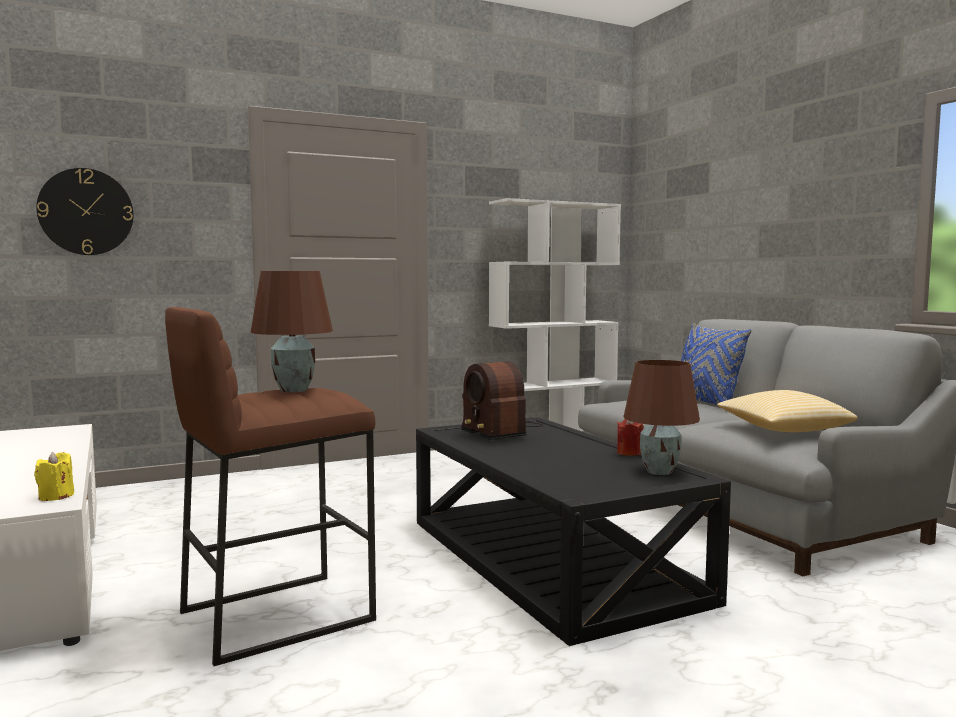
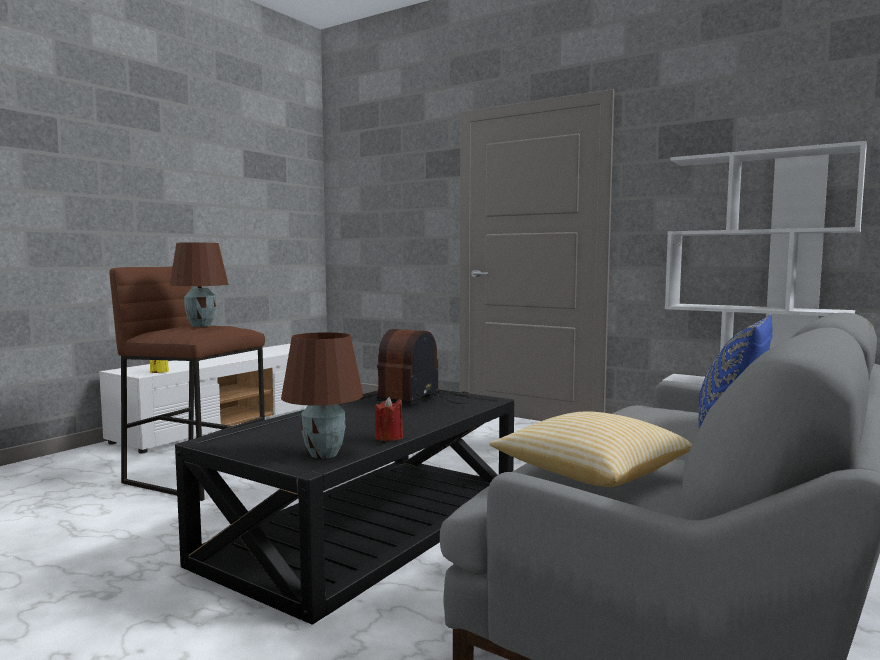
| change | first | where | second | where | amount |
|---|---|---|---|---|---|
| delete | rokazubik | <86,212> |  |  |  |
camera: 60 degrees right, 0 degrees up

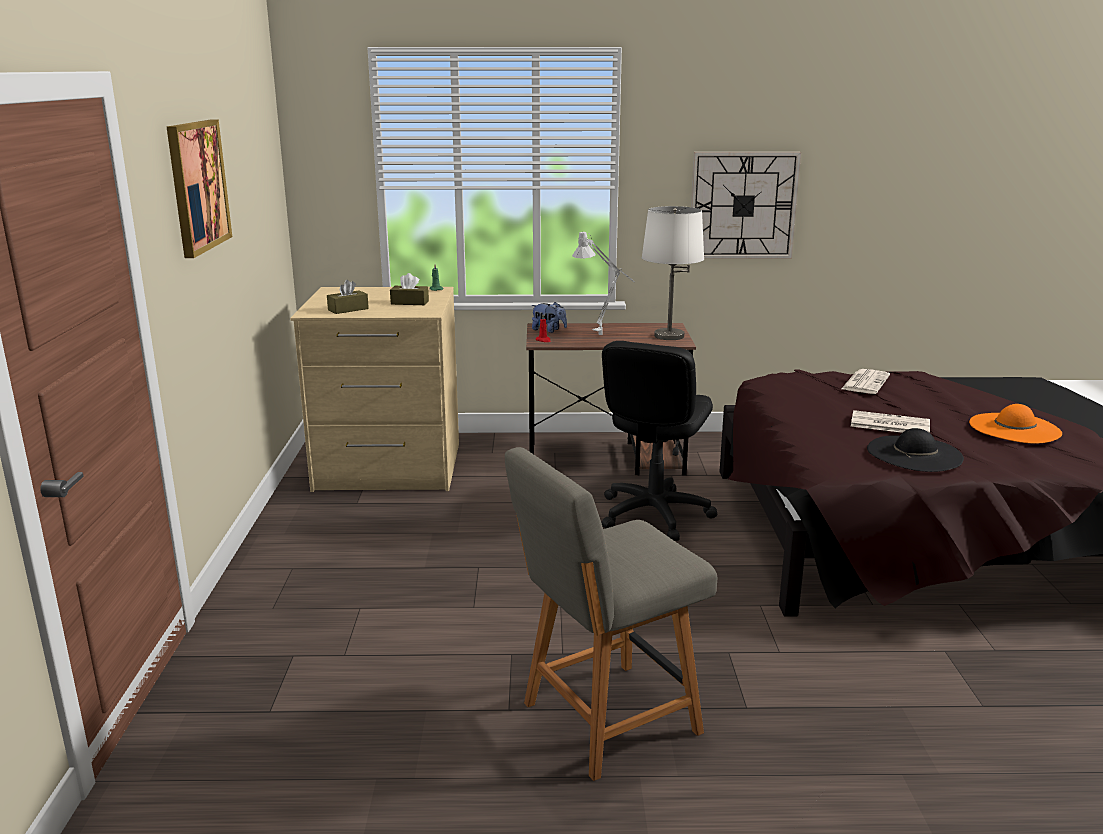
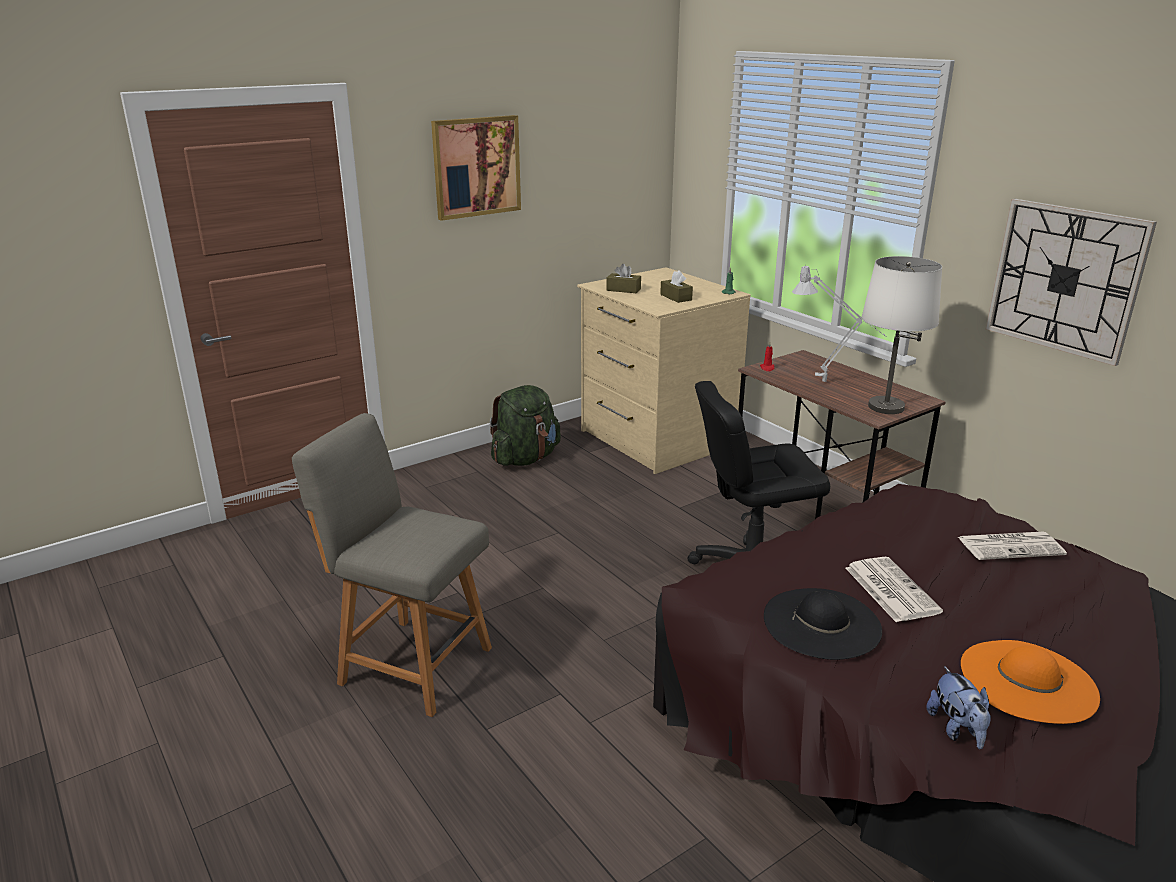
| change | first | where | second | where | amount |
|---|---|---|---|---|---|
| move | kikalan | <549,330> |  | <956,729> |  |
| insert |  |  | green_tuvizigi | <525,458> |  |
camera: 55 degrees right, 5 degrees up

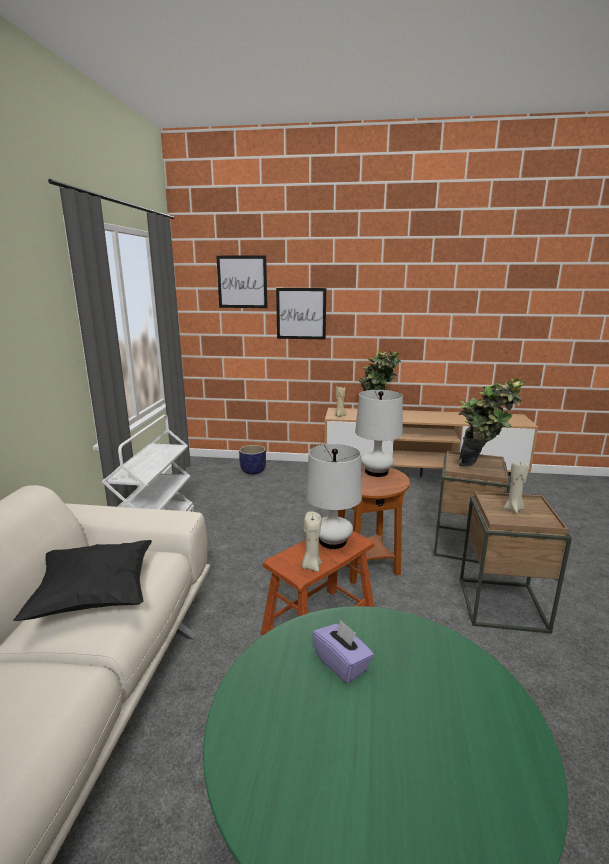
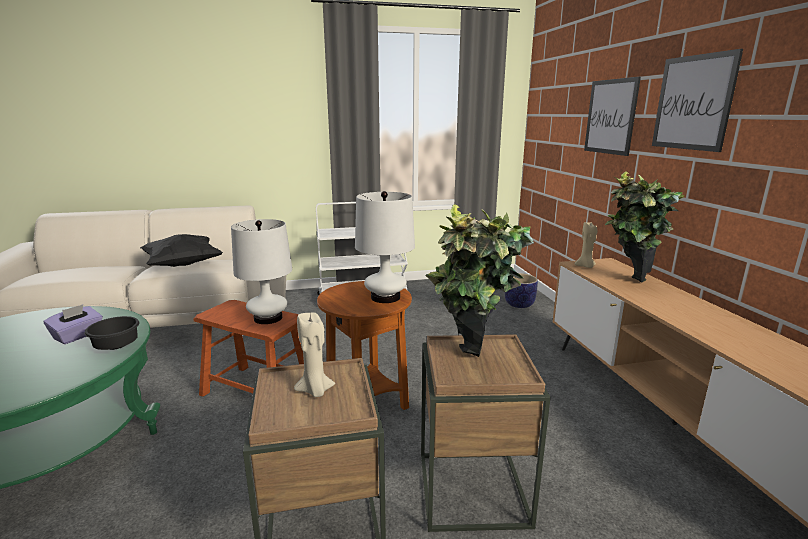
| change | first | where | second | where | amount |
|---|---|---|---|---|---|
| move | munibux | <242,282> |  | <693,103> |  |
| delete | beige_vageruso | <311,566> |  |  |  |
| insert |  |  | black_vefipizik | <118,346> |  |
camera: 70 degrees right, 0 degrees up

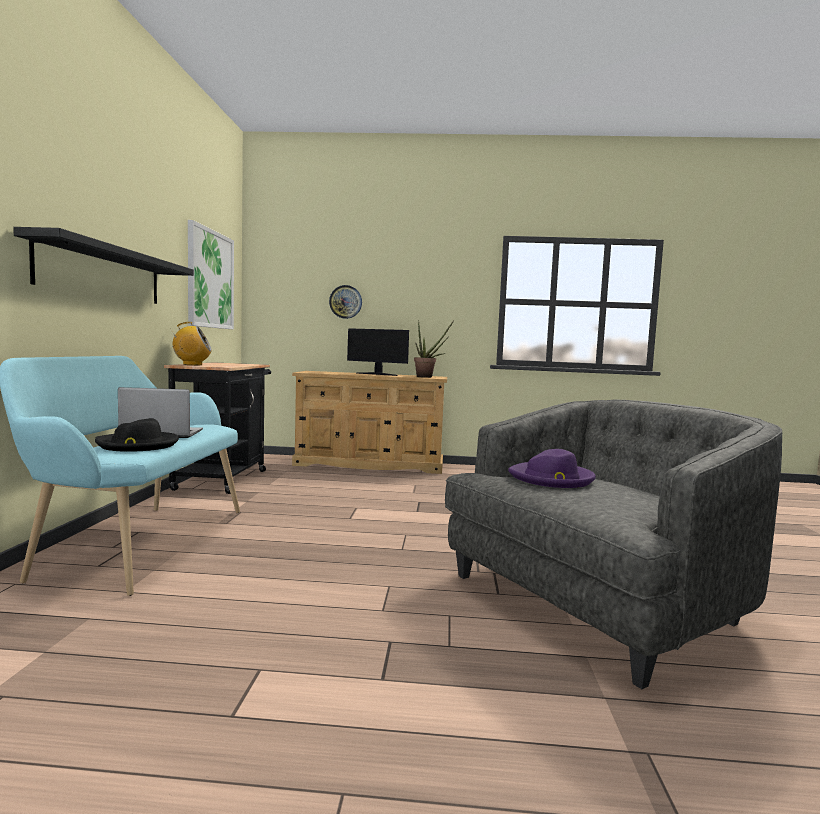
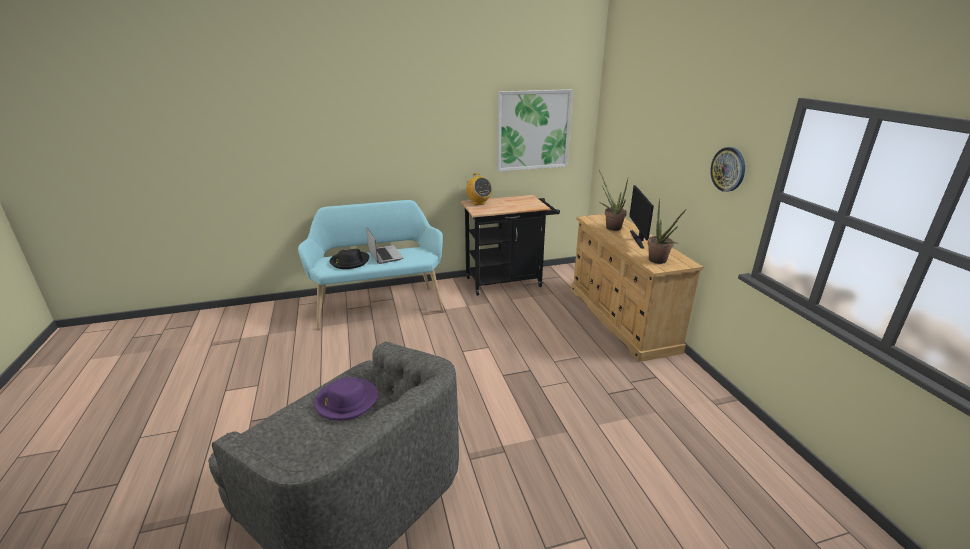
| change | first | where | second | where | amount |
|---|---|---|---|---|---|
| delete | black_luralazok | <103,273> |  |  |  |
| move | rokazubik | <345,302> |  | <728,169> |  |
| insert |  |  | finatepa | <610,227> |  |
camera: 70 degrees right, 20 degrees up

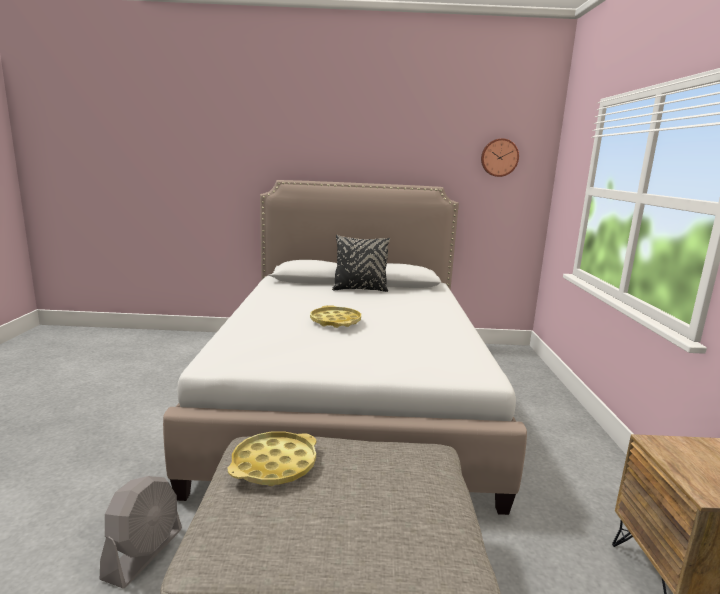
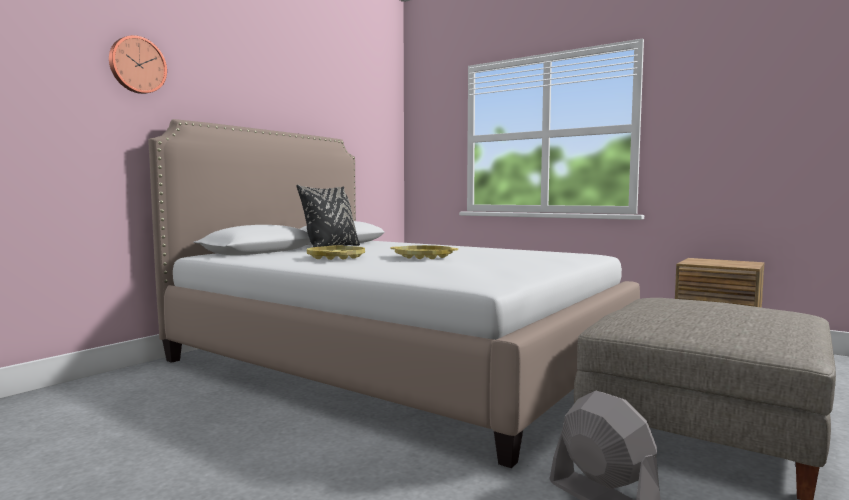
| change | first | where | second | where | amount |
|---|---|---|---|---|---|
| move | rokazubik | <499,157> |  | <137,65> |  |
| move | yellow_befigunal | <274,464> |  | <336,257> |  |
camera: 55 degrees left, 10 degrees down

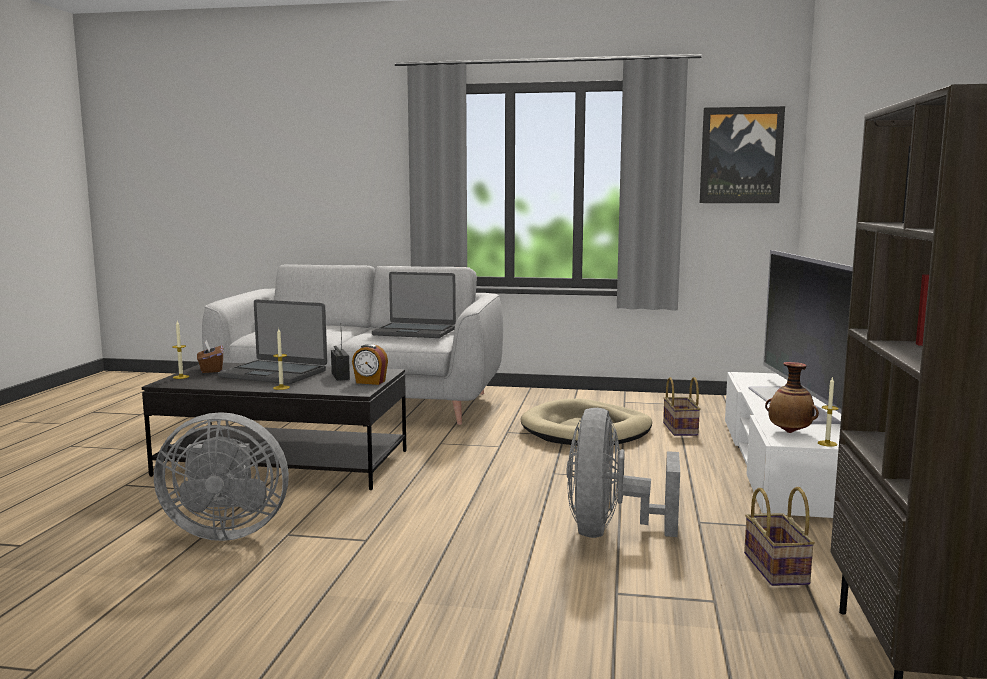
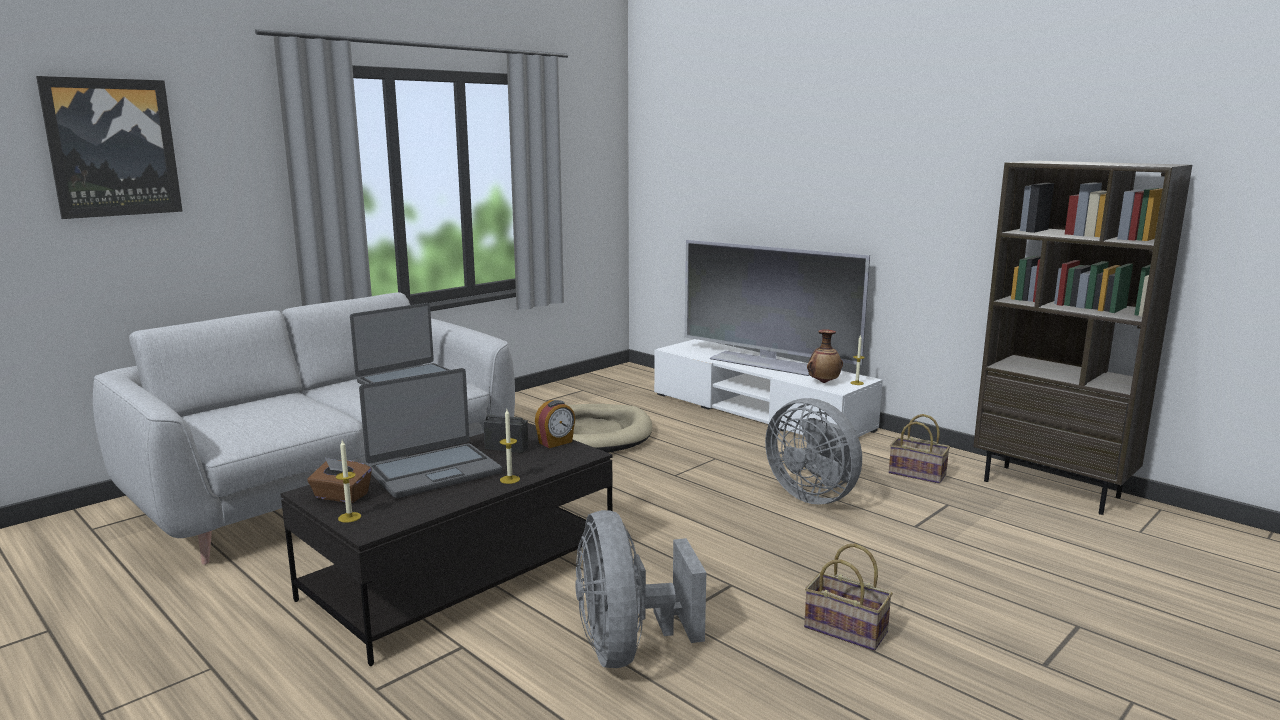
| change | first | where | second | where | amount |
|---|---|---|---|---|---|
| move | munibux | <741,155> |  | <112,148> |  |
| move | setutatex | <681,429> |  | <848,629> |  |
| rotate | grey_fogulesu | <225,531> |  | <627,648> | 135 degrees clockwise |
camera: 55 degrees left, 5 degrees up

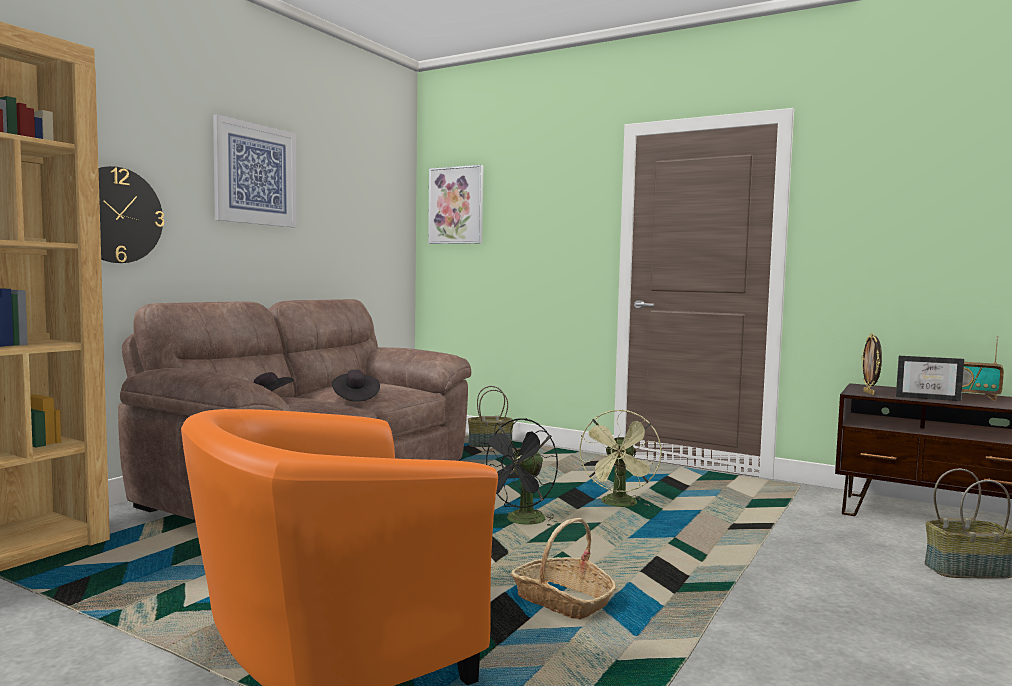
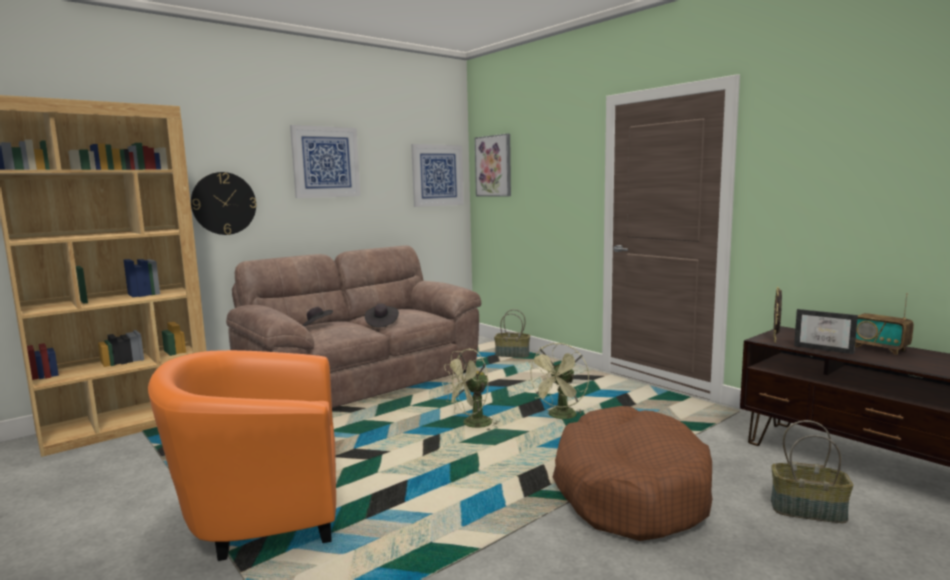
| change | first | where | second | where | amount |
|---|---|---|---|---|---|
| recolor | black_fogulesu | <522,522> | green_fogulesu | <472,425> |  |
| delete | setutatex | <562,601> |  |  |  |
| insert |  |  | munibux | <437,175> |  |
| insert |  |  | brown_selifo | <629,490> |  |
camera: 20 degrees right, 5 degrees up

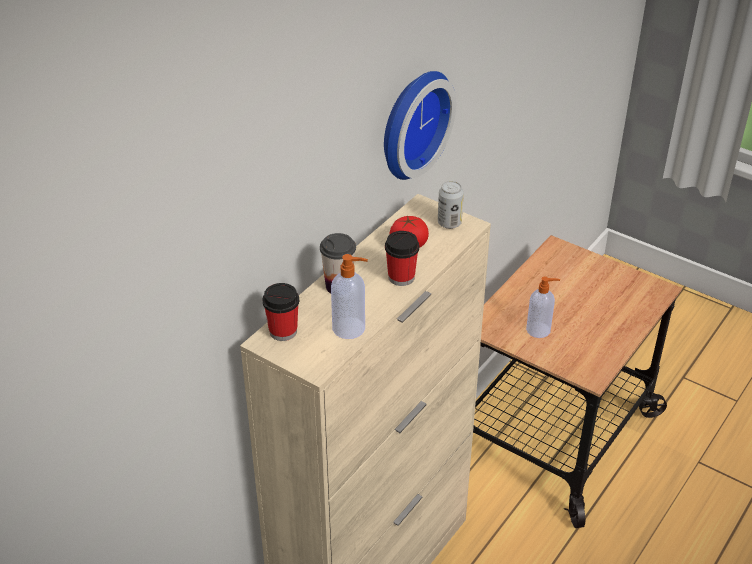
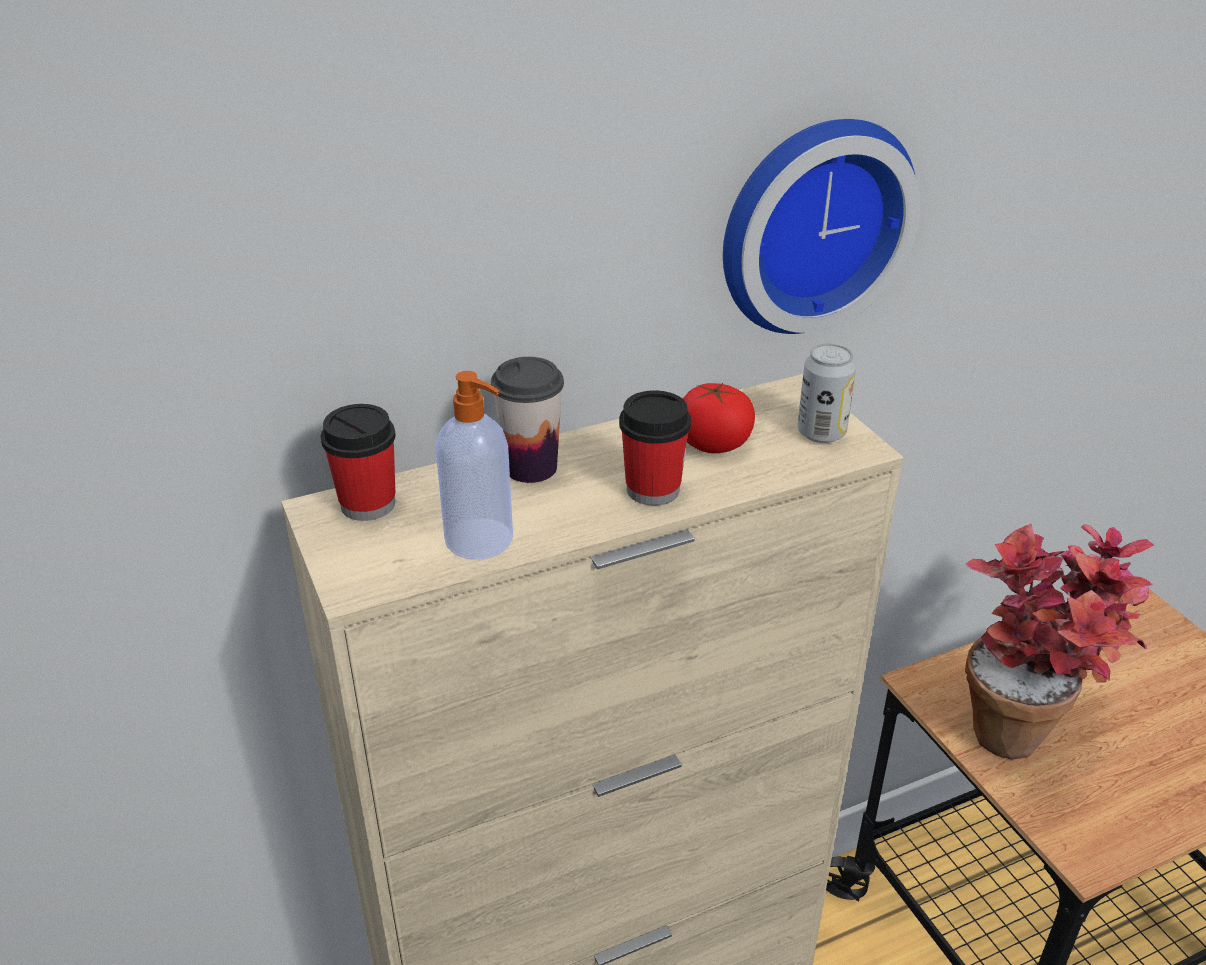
| change | first | where | second | where | amount |
|---|---|---|---|---|---|
| replace | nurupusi | <539,330> | finatepa | <1027,730> |  |
camera: 30 degrees right, 5 degrees down

